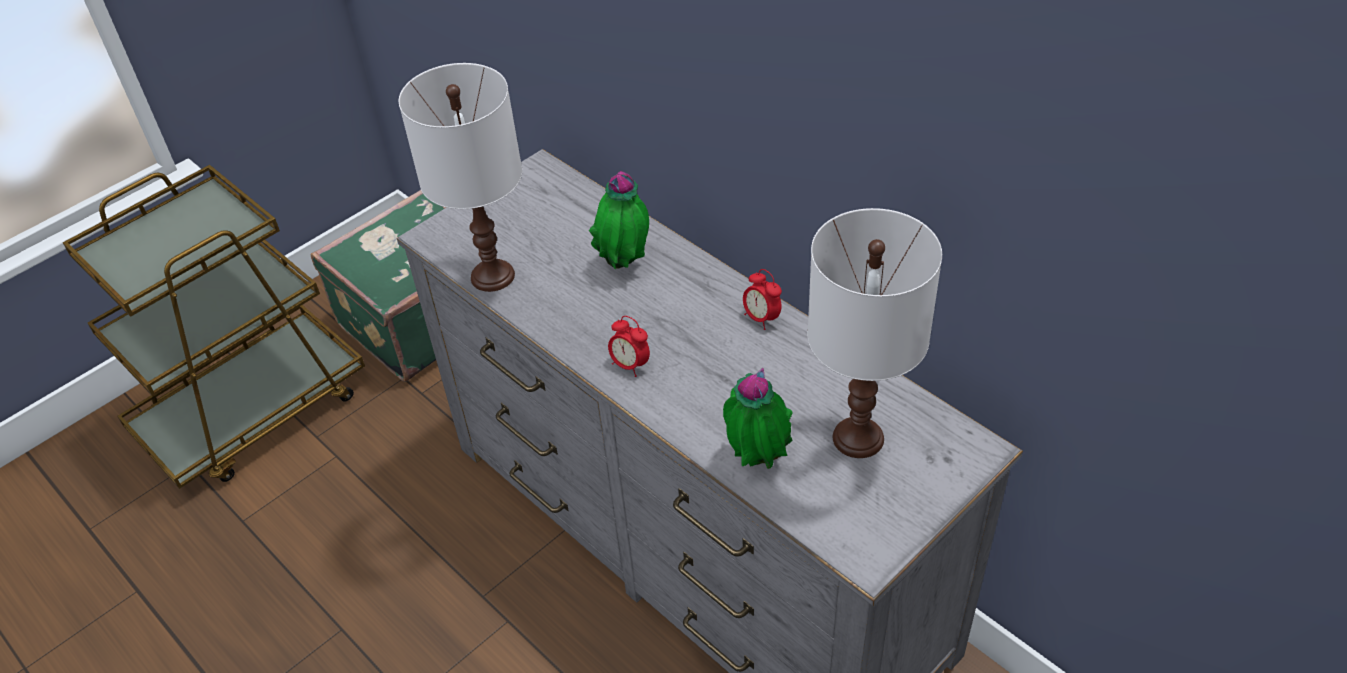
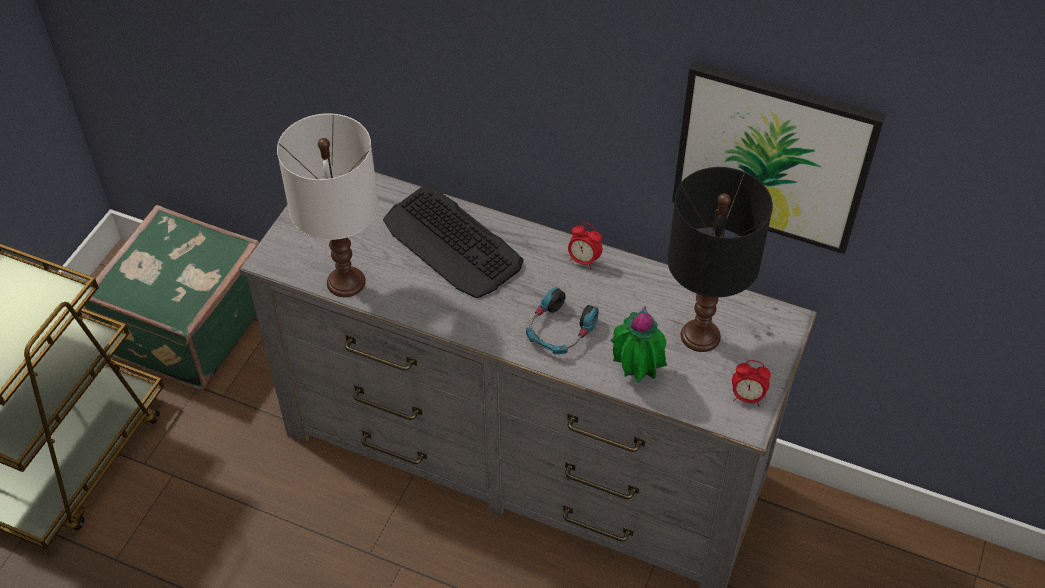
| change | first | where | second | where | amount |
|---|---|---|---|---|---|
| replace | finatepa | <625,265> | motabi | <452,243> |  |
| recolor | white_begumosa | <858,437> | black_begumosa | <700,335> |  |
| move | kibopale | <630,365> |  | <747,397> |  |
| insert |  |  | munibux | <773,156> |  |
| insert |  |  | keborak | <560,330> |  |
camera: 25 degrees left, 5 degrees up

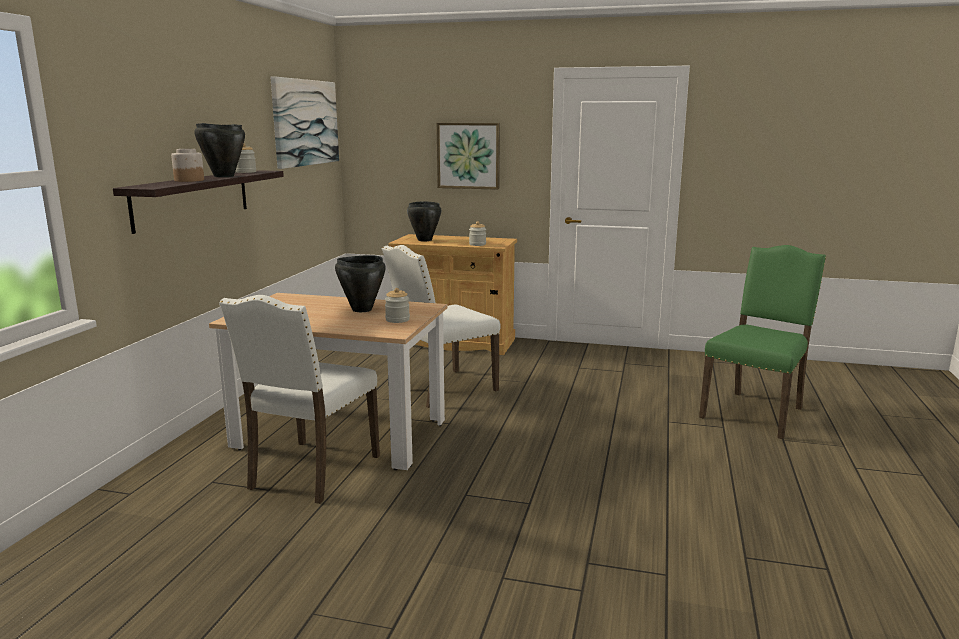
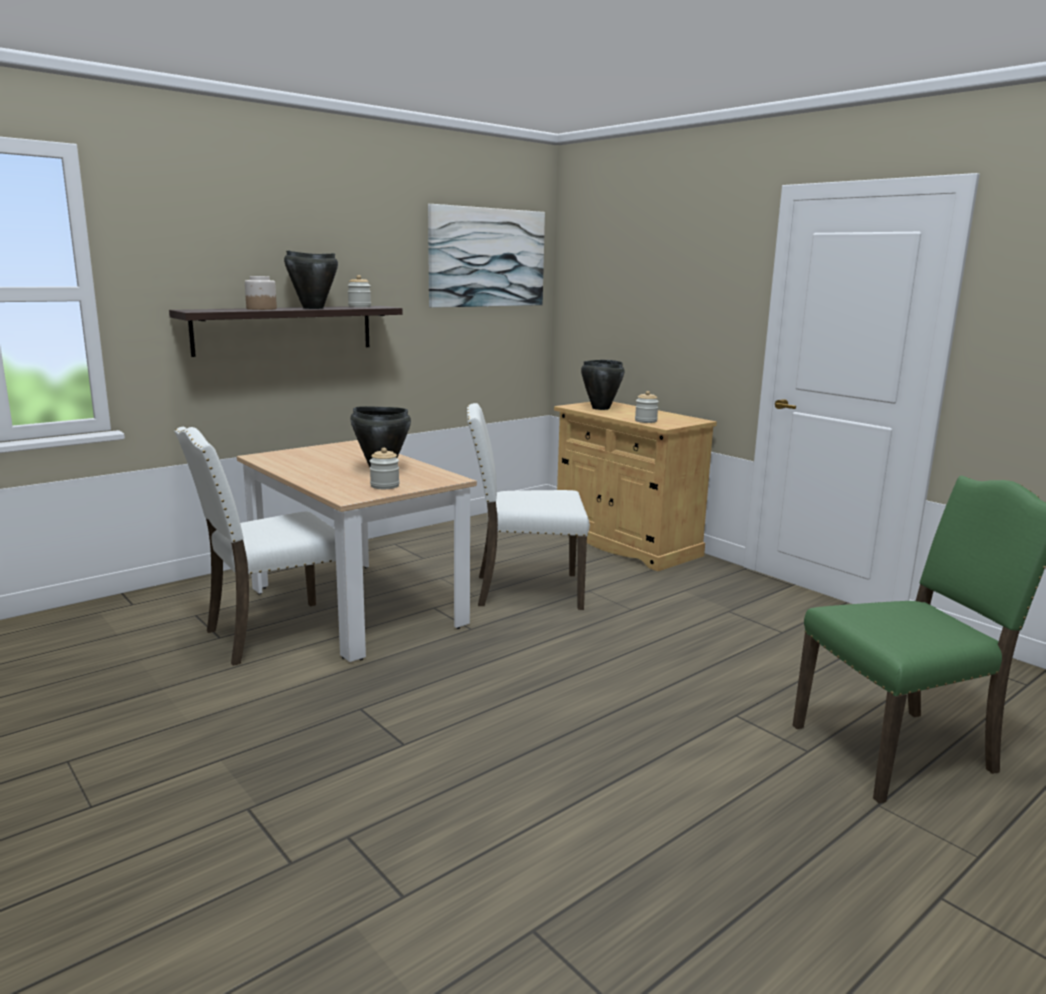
| change | first | where | second | where | amount |
|---|---|---|---|---|---|
| delete | munibux | <468,155> |  |  |  |
camera: 35 degrees right, 0 degrees up

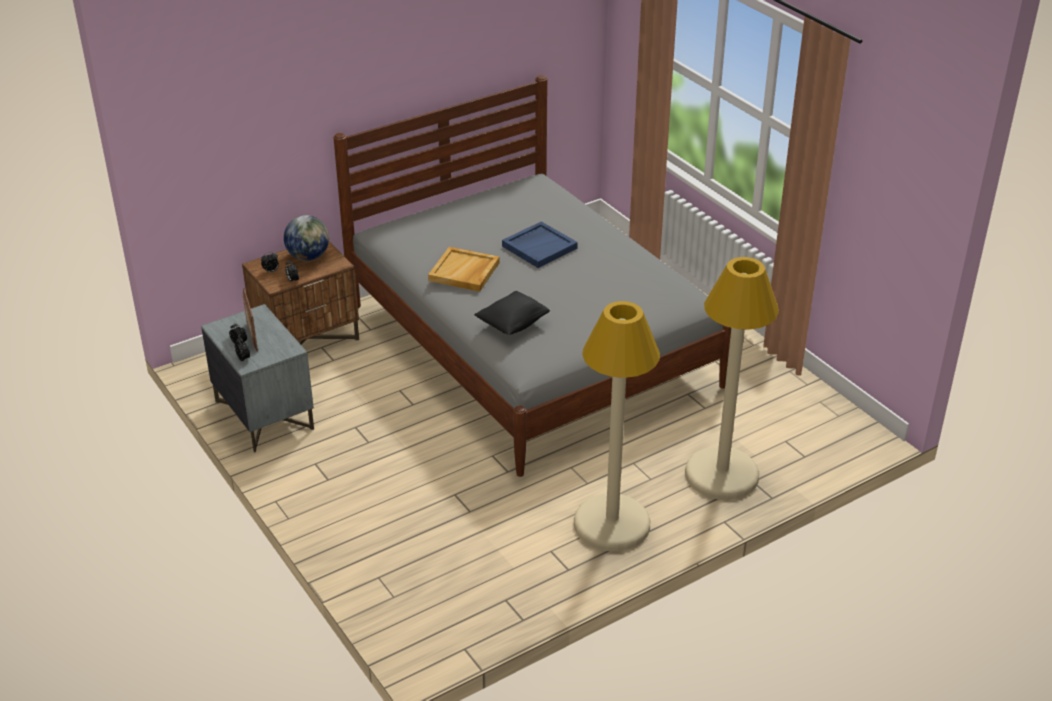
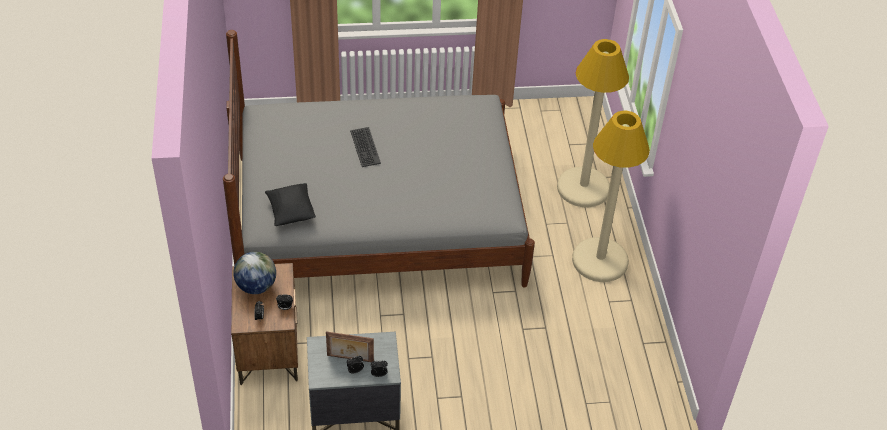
| change | first | where | second | where | amount |
|---|---|---|---|---|---|
| replace | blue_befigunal | <539,247> | motabi | <364,147> |  |
| delete | beige_befigunal | <464,272> |  |  |  |
| move | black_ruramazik | <513,324> |  | <291,212> |  |
camera: 65 degrees left, 10 degrees up

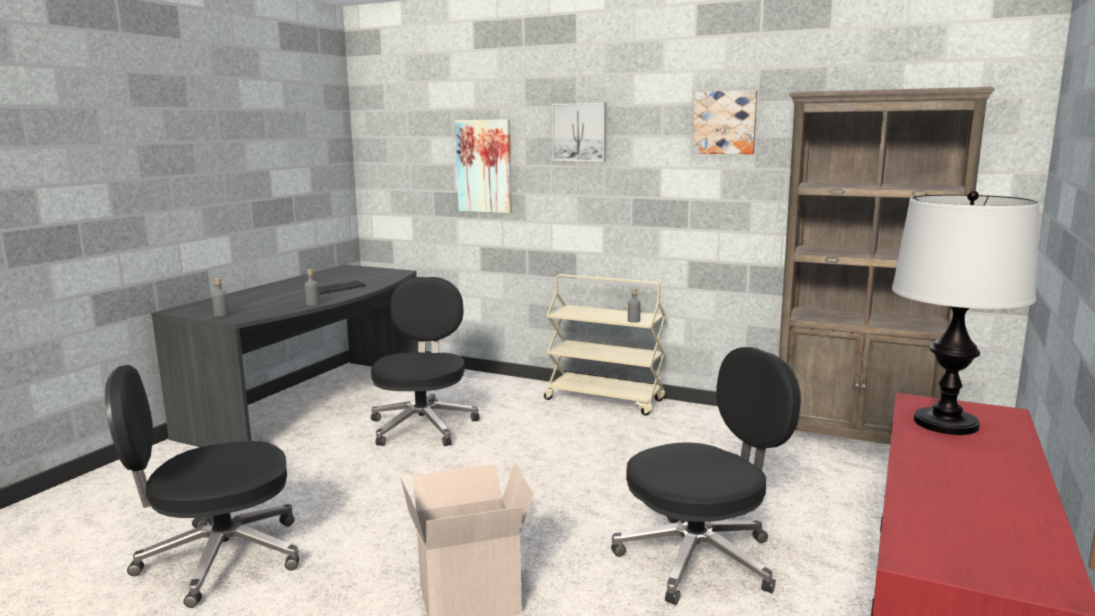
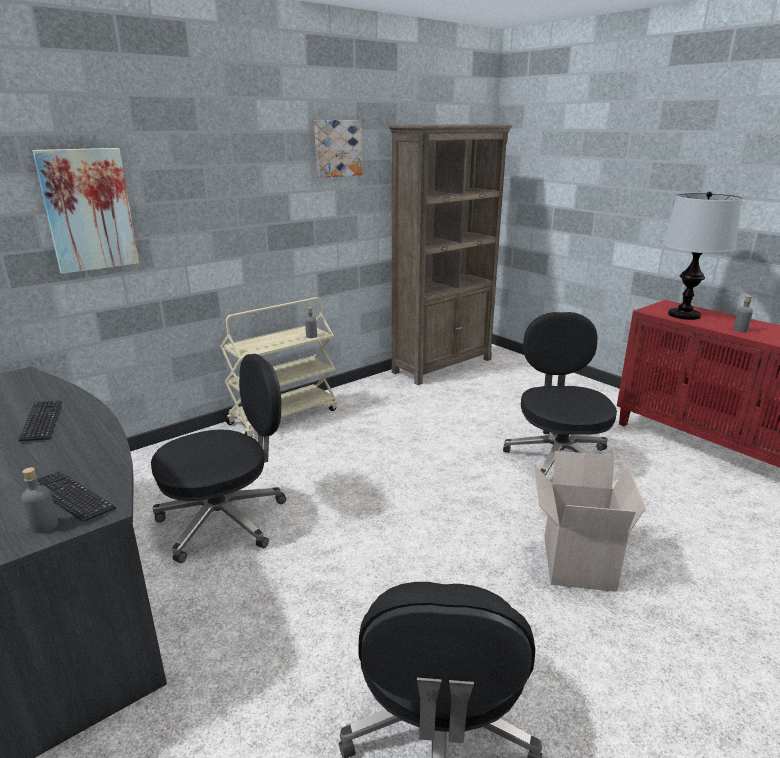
| change | first | where | second | where | amount |
|---|---|---|---|---|---|
| delete | munibux | <580,132> |  |  |  |
| move | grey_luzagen | <312,304> |  | <740,330> |  |
| rotate | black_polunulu | <423,425> |  | <225,520> | 120 degrees clockwise |
| insert |  |  | motabi | <71,497> |  |
camera: 65 degrees left, 10 degrees up

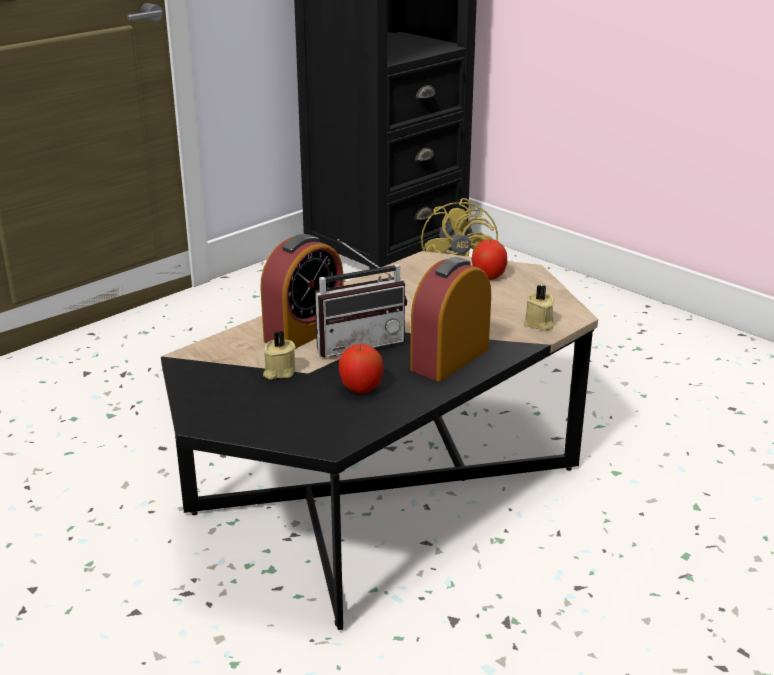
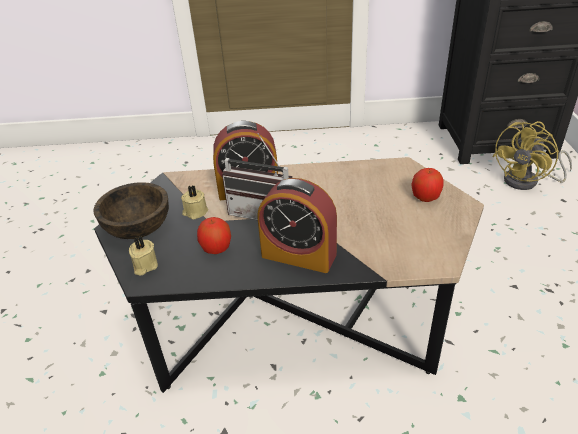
| change | first | where | second | where | amount |
|---|---|---|---|---|---|
| rotate | kibopale | <450,359> |  | <299,255> | 150 degrees counterclockwise |
| move | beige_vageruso | <539,324> |  | <144,266> |  |
| insert |  |  | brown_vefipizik | <139,228> |  |
camera: 45 degrees right, 10 degrees up

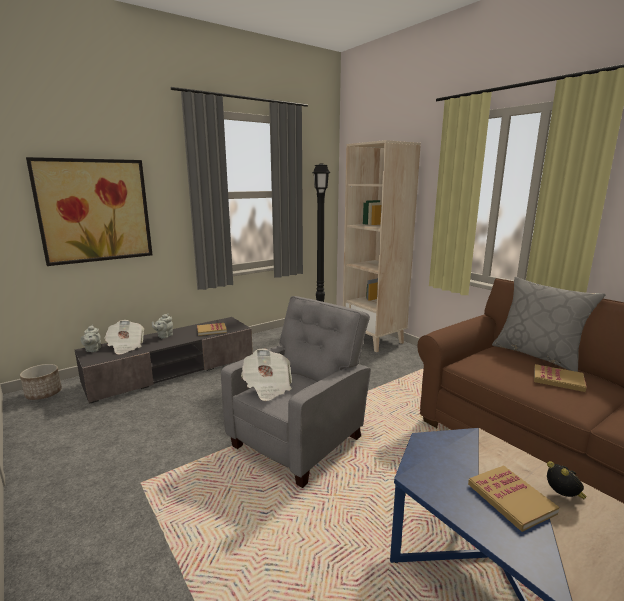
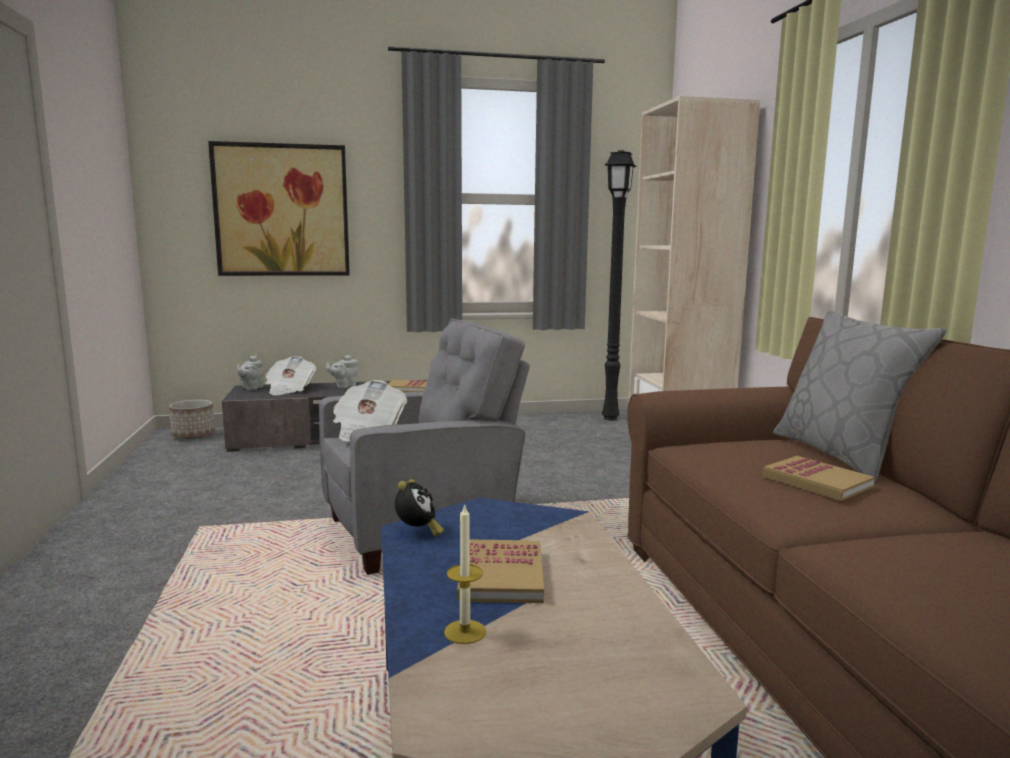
| change | first | where | second | where | amount |
|---|---|---|---|---|---|
| move | kibopale | <563,497> |  | <418,532> |  |
| insert |  |  | vageruso | <465,632> |  |
camera: 25 degrees right, 5 degrees down

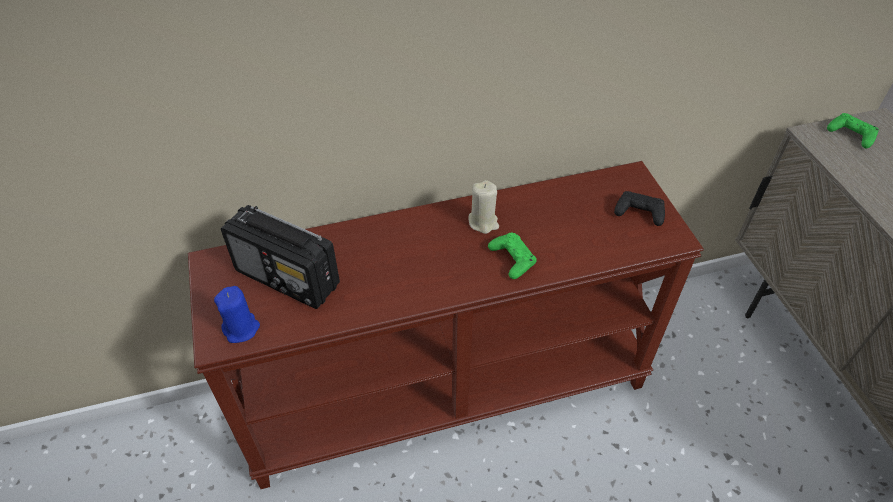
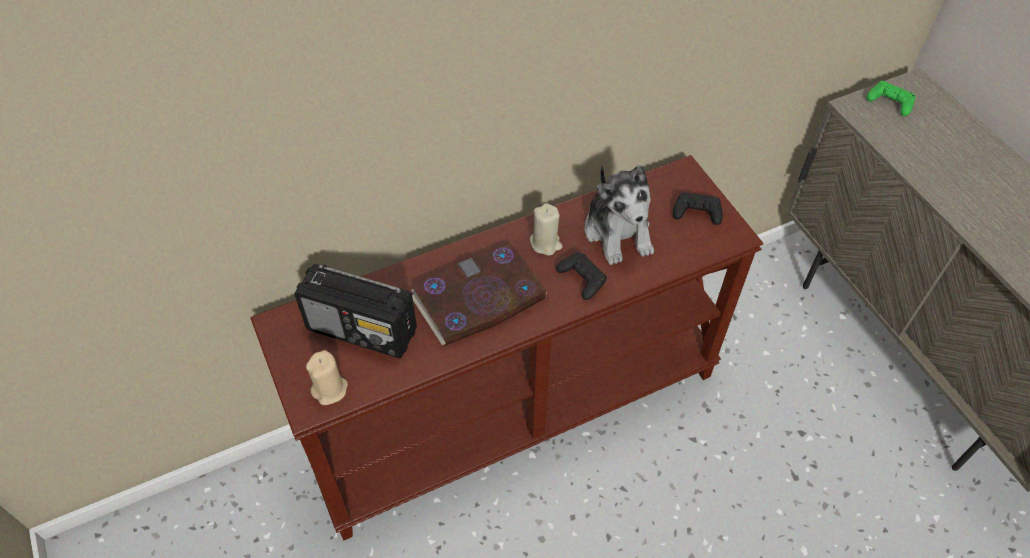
| change | first | where | second | where | amount |
|---|---|---|---|---|---|
| recolor | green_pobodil | <512,259> | black_pobodil | <582,279> |  |
| recolor | blue_vageruso | <241,329> | beige_vageruso | <330,389> |  |
| insert |  |  | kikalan | <618,232> |  |
| insert |  |  | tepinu | <478,298> |  |
camera: 10 degrees left, 5 degrees up

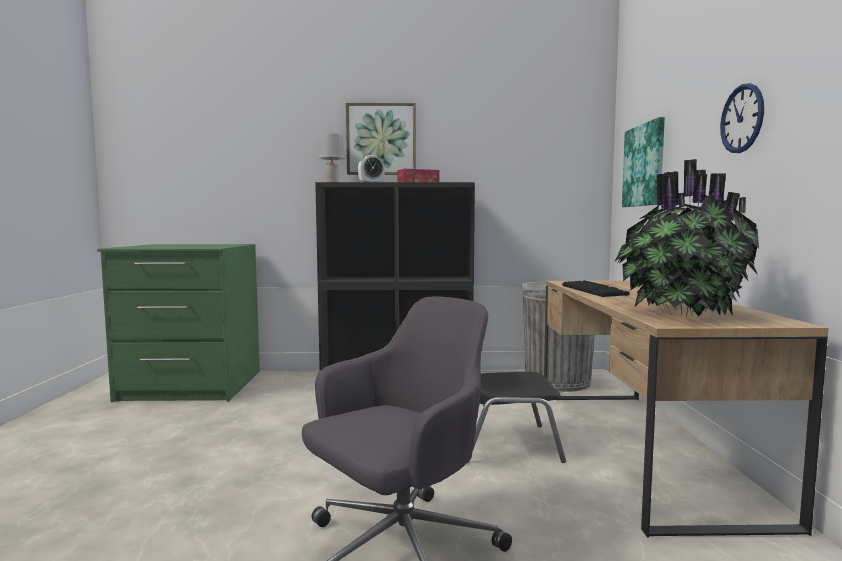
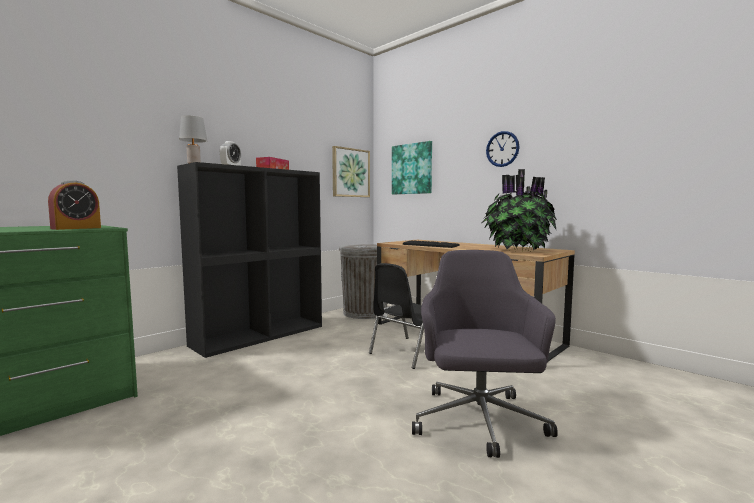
| change | first | where | second | where | amount |
|---|---|---|---|---|---|
| move | munibux | <381,139> |  | <350,173> |  |
| insert |  |  | kibopale | <76,228> |  |
camera: 45 degrees left, 0 degrees up

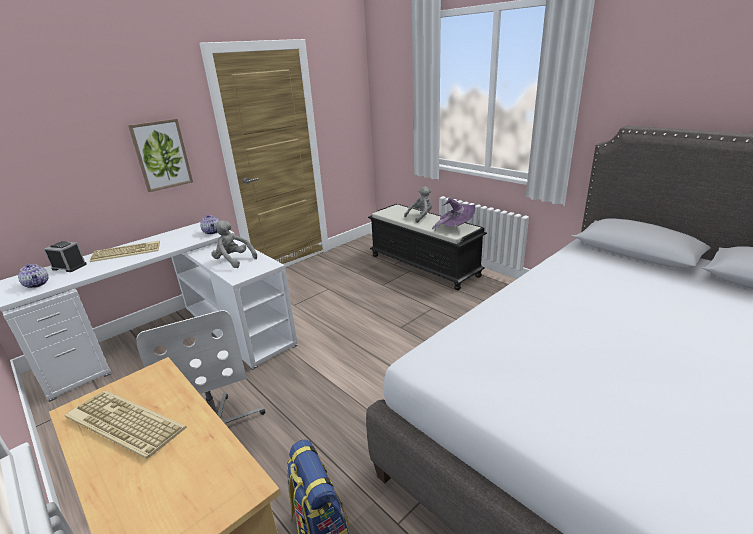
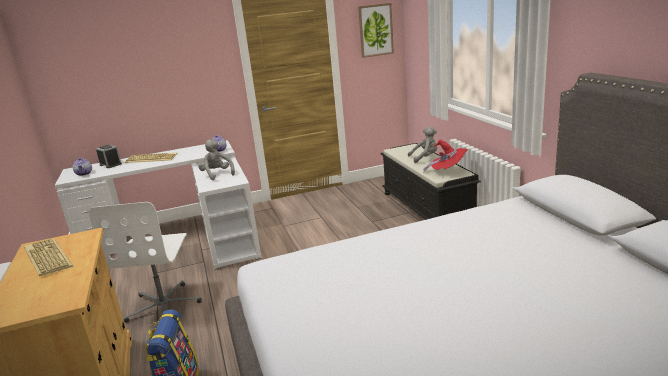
| change | first | where | second | where | amount |
|---|---|---|---|---|---|
| move | munibux | <161,155> |  | <375,30> |  |
| recolor | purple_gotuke | <455,227> | red_gotuke | <448,171> |  |
camera: 25 degrees right, 5 degrees down

